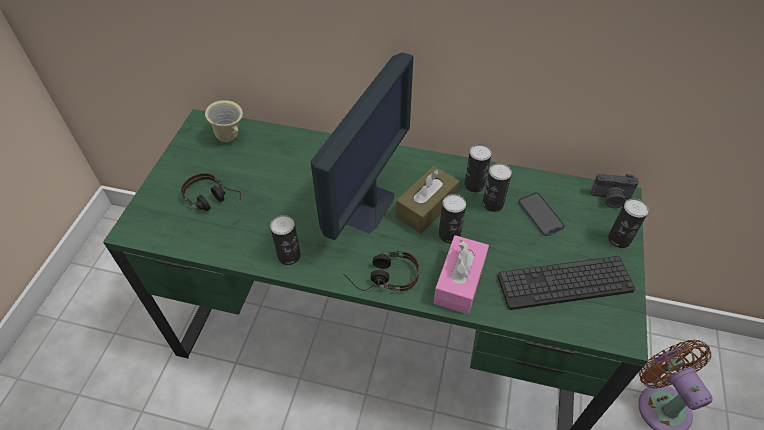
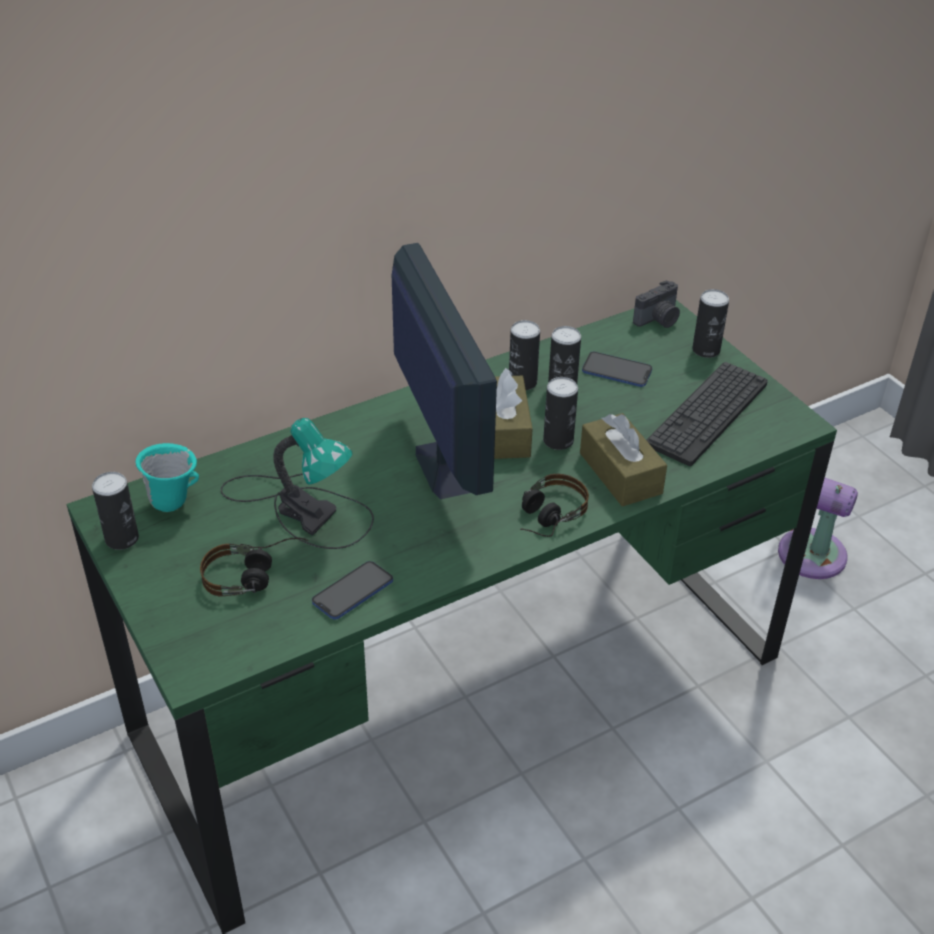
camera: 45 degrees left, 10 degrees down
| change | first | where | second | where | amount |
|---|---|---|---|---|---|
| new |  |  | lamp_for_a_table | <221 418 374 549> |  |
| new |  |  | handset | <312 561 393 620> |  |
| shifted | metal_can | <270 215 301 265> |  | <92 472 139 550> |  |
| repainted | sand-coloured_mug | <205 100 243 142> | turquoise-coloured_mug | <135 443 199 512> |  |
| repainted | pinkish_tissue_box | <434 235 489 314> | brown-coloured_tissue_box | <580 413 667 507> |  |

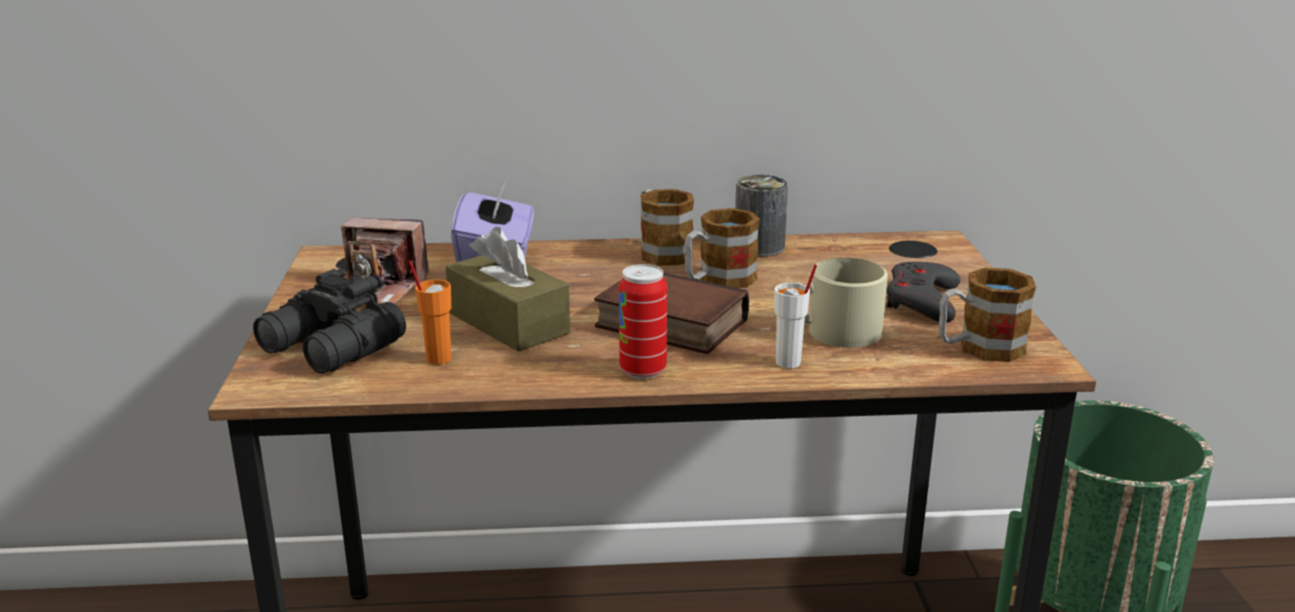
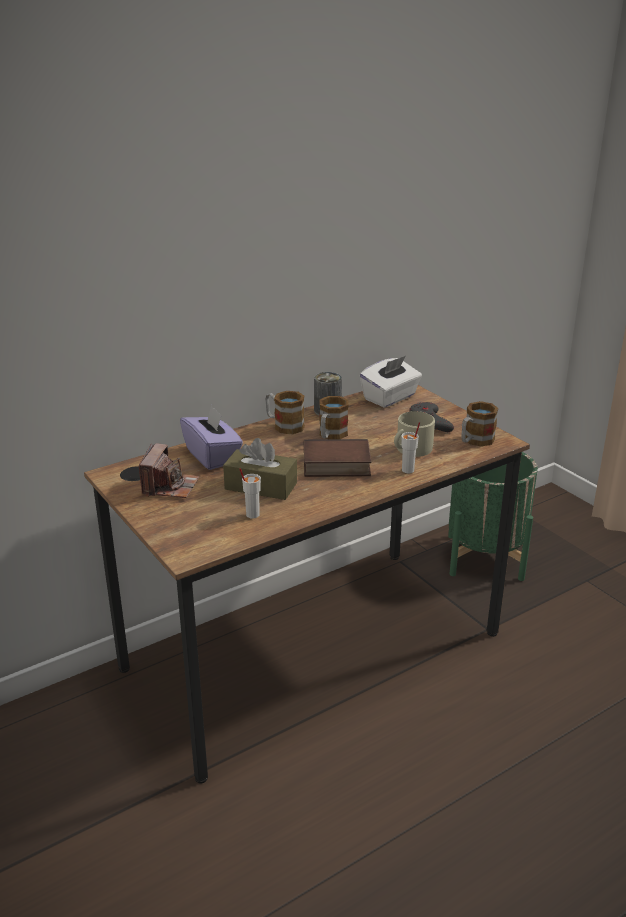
camera: 30 degrees left, 5 degrees up
| change | first | where | second | where | amount |
|---|---|---|---|---|---|
| gone | blackish_binoculars | <253 269 406 374> |  |  |  |
| gone | metal_can | <619 264 667 379> |  |  |  |
| new |  |  | white-coloured_tissue_box | <360 356 422 407> |  |
| repainted | orange-coloured_cup | <408 260 452 365> | white-coloured_cup | <239 468 261 519> |  |
| rotated | photo_camera | <341 218 429 305> |  | <139 443 199 498> | 60 degrees counterclockwise |

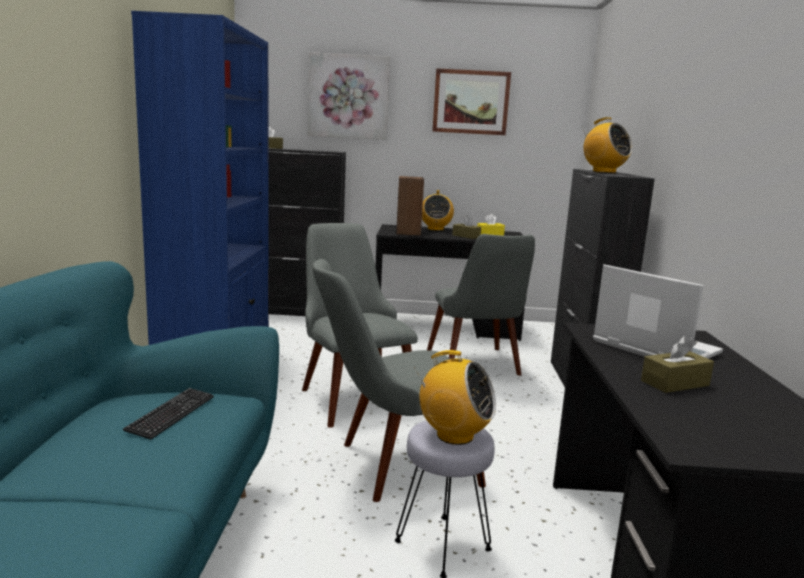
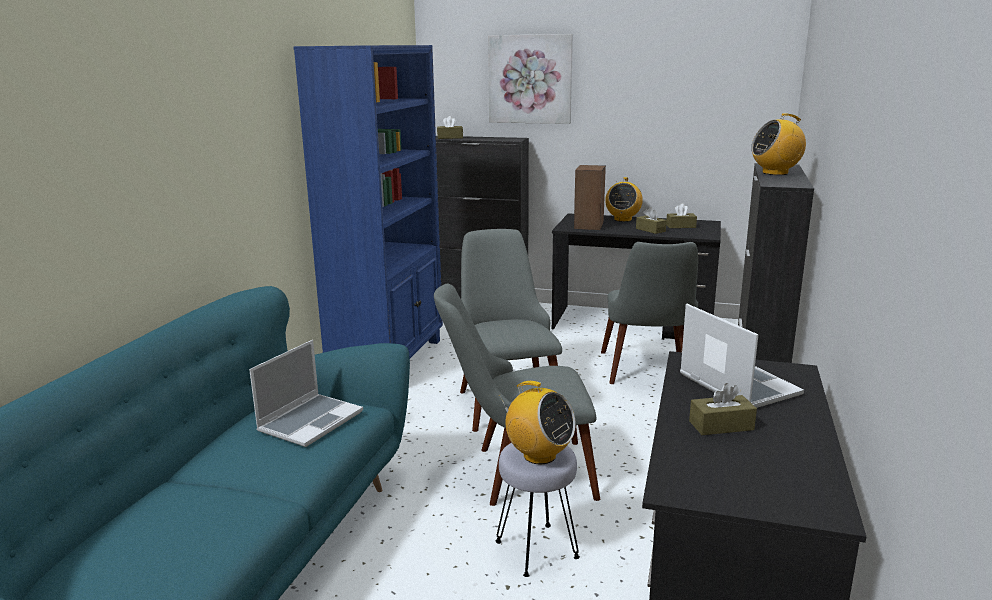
camera: 15 degrees right, 5 degrees up
| change | first | where | second | where | amount |
|---|---|---|---|---|---|
| gone | wall_art | <432 68 511 135> |  |  |  |
| swapped | computer_keyboard | <123 388 214 440> | notebook_computer | <249 340 363 447> |  |
| repainted | yellowish_tissue_box | <477 214 505 236> | brown-coloured_tissue_box | <666 204 697 228> |  |
| rotated | radio_receiver | <581 117 632 173> |  | <751 113 806 175> | 105 degrees clockwise |

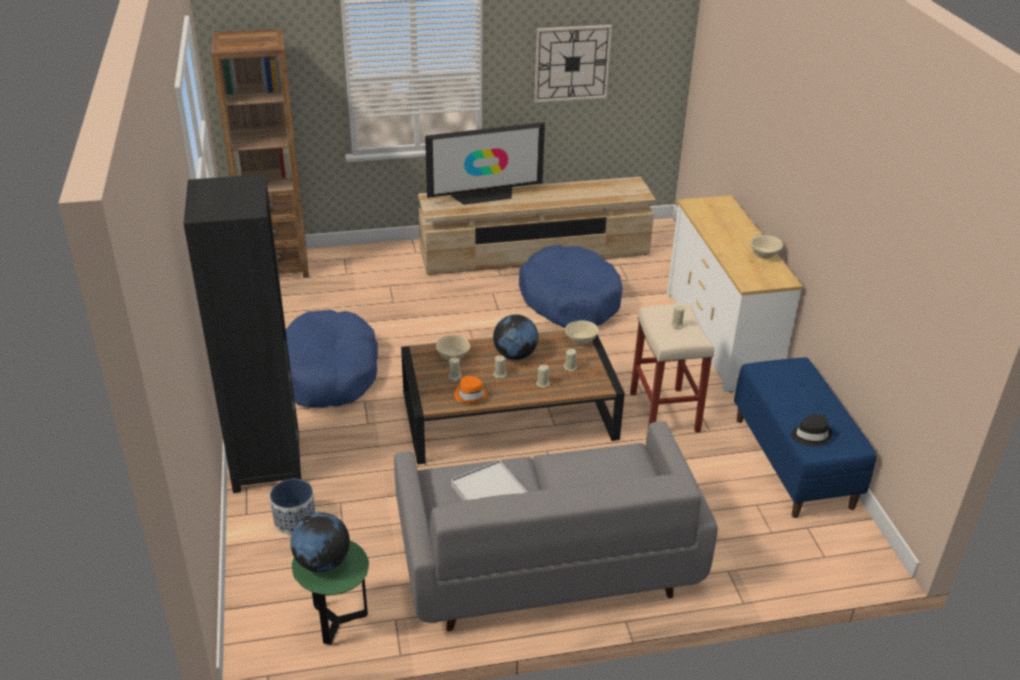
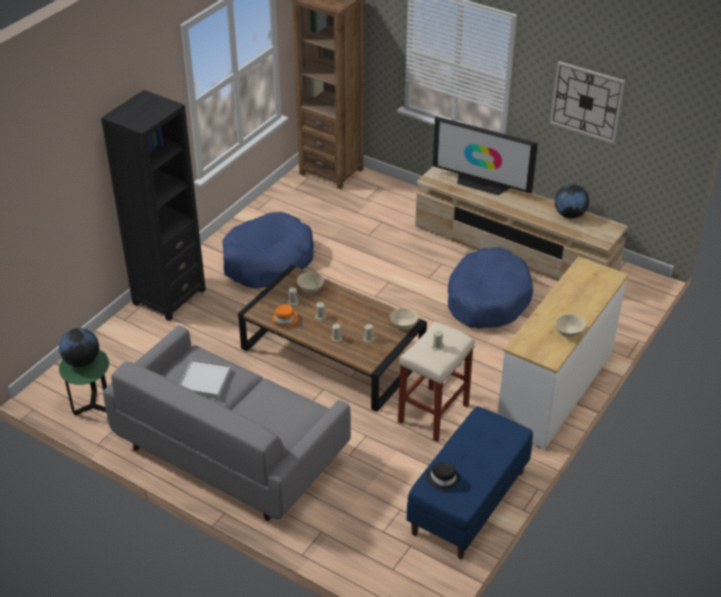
camera: 45 degrees right, 5 degrees up
| change | first | where | second | where | amount |
|---|---|---|---|---|---|
| gone | plant_pot | <270 479 316 535> |  |  |  |
| shifted | world_globe | <493 314 538 360> |  | <555 184 589 218> |  |

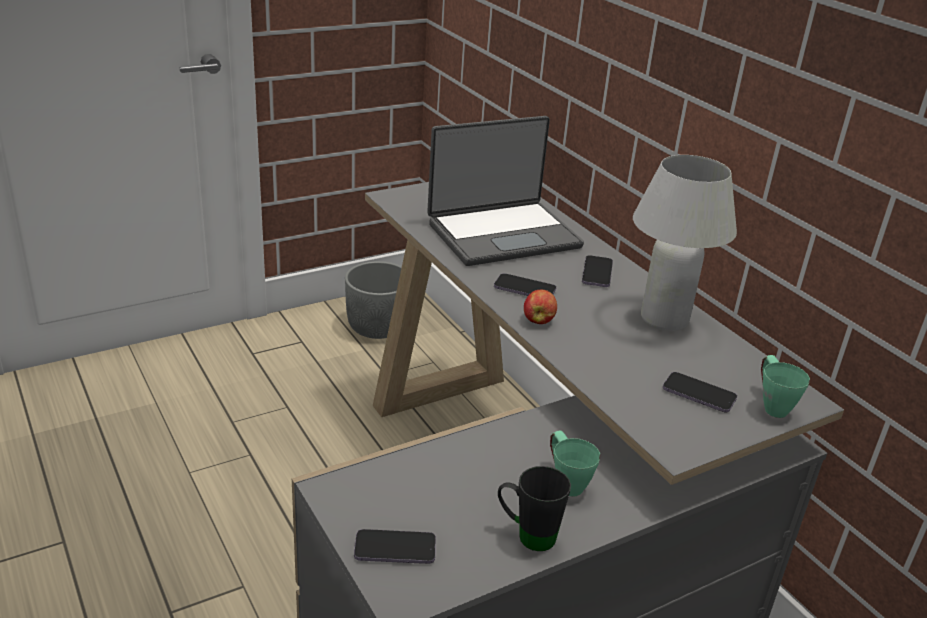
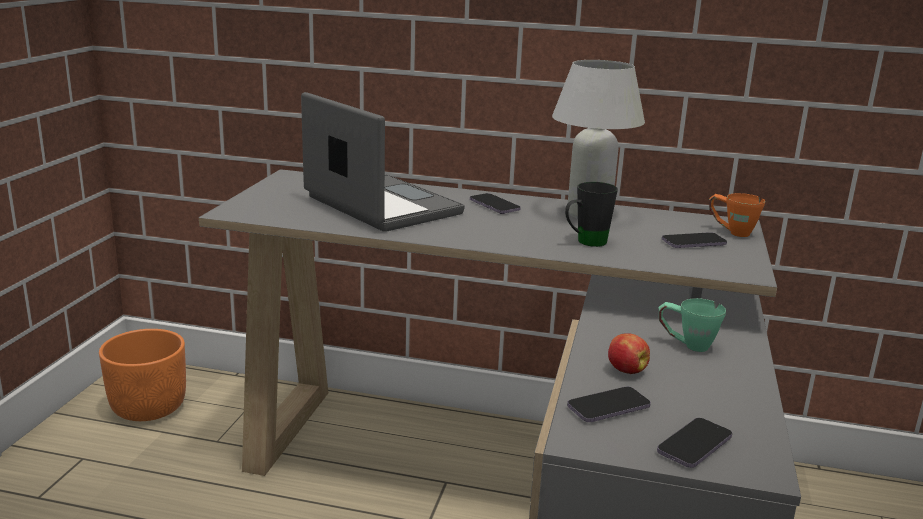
camera: 45 degrees left, 10 degrees down
| change | first | where | second | where | amount |
|---|---|---|---|---|---|
| shifted | handset | <494 273 556 296> |  | <567 386 651 422> |  |
| shifted | blackish_mug | <498 466 571 551> |  | <565 182 618 247> |  |
| shifted | apple | <524 290 557 324> |  | <608 333 650 374> |  |
| repainted | gray_plant_pot | <345 261 402 339> | orange-coloured_plant_pot | <99 329 186 421> |  |
| repainted | greenish_mug | <761 355 810 418> | orange-coloured_mug | <709 193 765 237> |  |
| rotated | notebook_computer | <427 116 584 266> |  | <301 92 465 232> | 60 degrees counterclockwise |

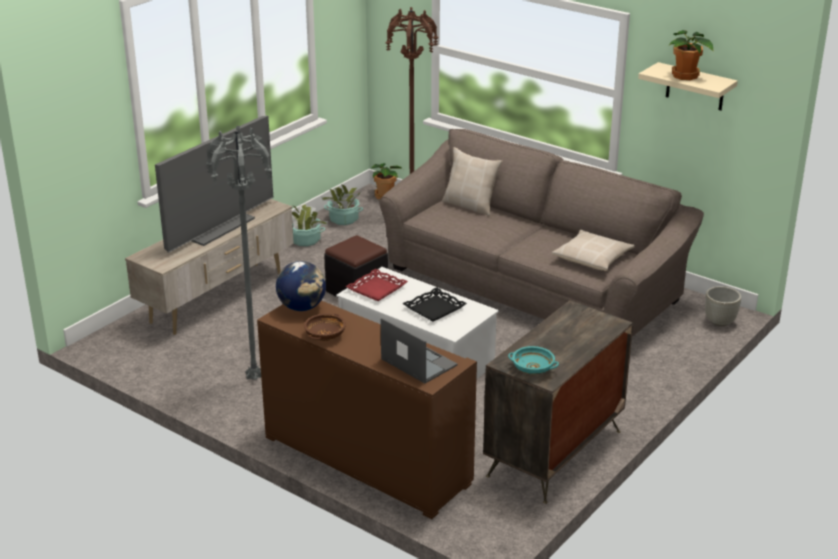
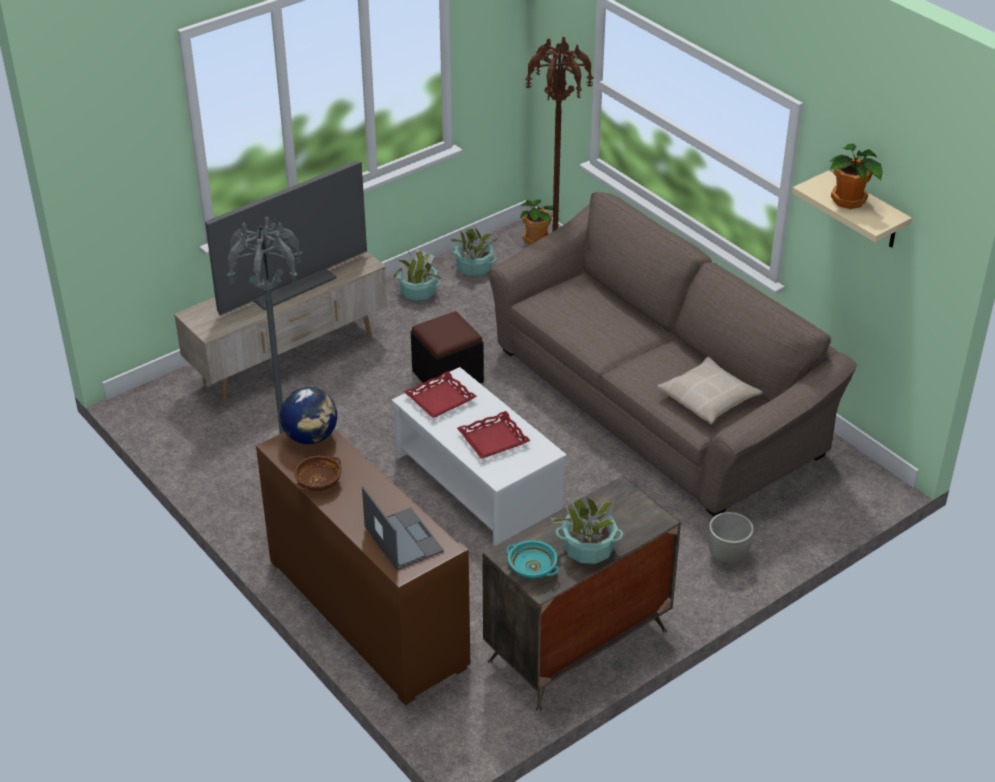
camera: 15 degrees right, 10 degrees up
| change | first | where | second | where | amount |
|---|---|---|---|---|---|
| gone | sand-coloured_throw_pillow | <442 147 502 216> |  |  |  |
| new |  |  | houseplant | <551 497 624 564> |  |
| shifted | gray_plant_pot | <705 286 741 327> |  | <708 512 754 565> |  |
| repainted | blackish_serving_tray | <402 287 467 322> | red_serving_tray | <457 411 531 458> |  |

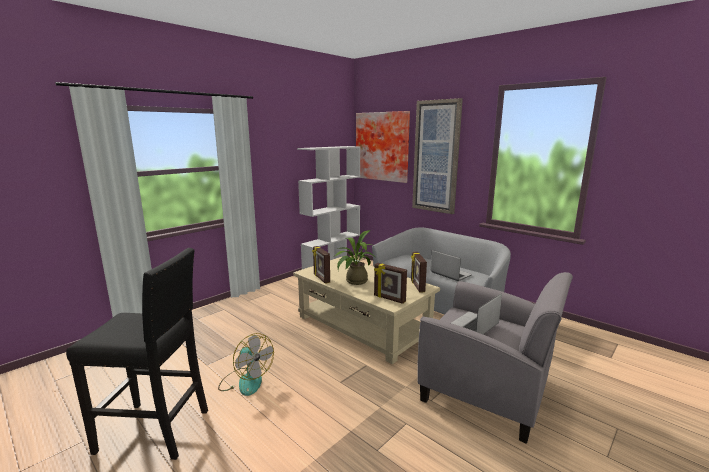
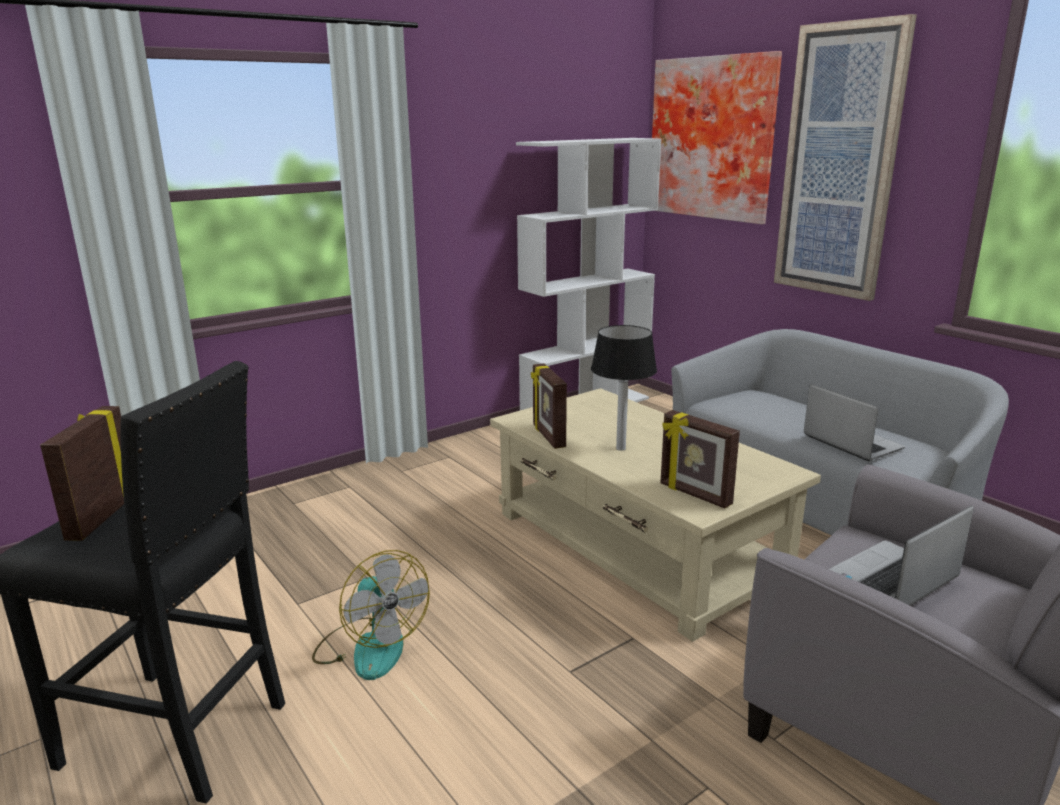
camera: 10 degrees right, 5 degrees up
| change | first | where | second | where | amount |
|---|---|---|---|---|---|
| shifted | photo_frame | <411 252 427 293> |  | <40 406 124 541> |  |
| swapped | houseplant | <335 230 375 285> | lamp_for_a_table | <591 325 657 451> |  |

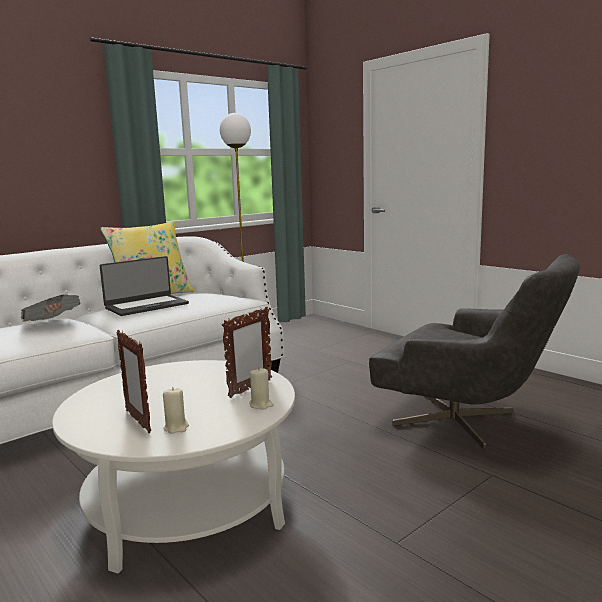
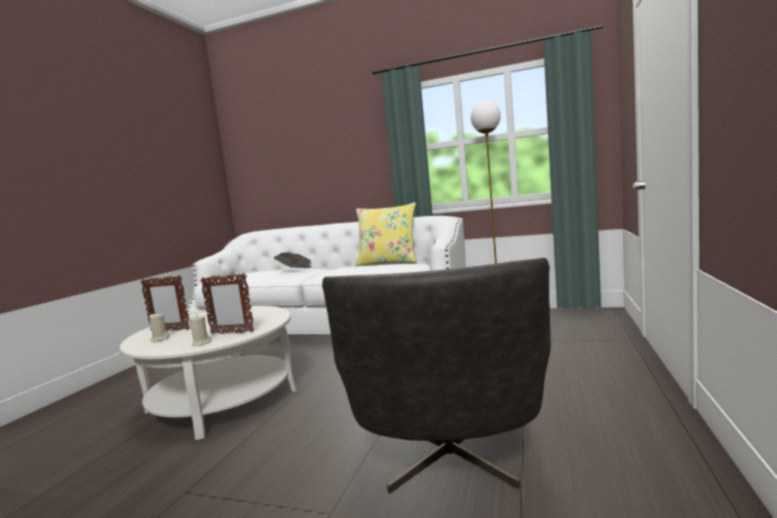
camera: 60 degrees right, 5 degrees down
| change | first | where | second | where | amount |
|---|---|---|---|---|---|
| gone | notebook_computer | <100 256 189 316> |  |  |  |
| rotated | photo_frame | <117 330 151 433> |  | <140 275 190 331> | 105 degrees counterclockwise |

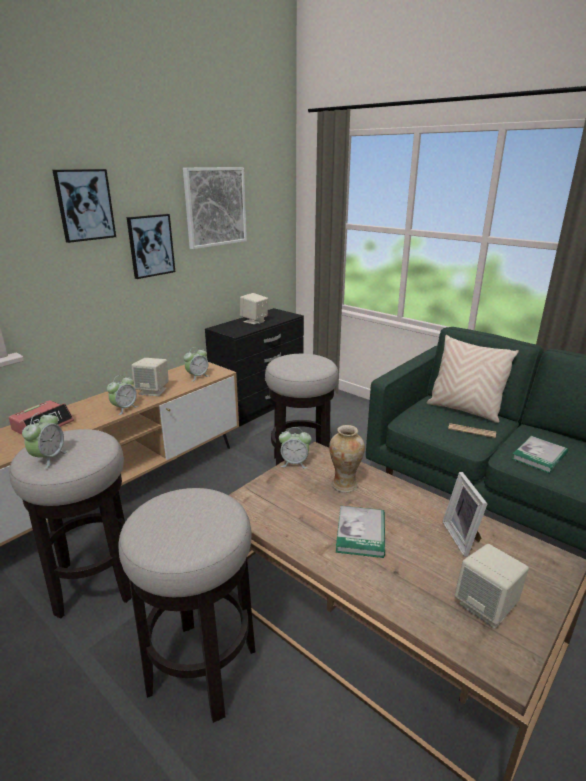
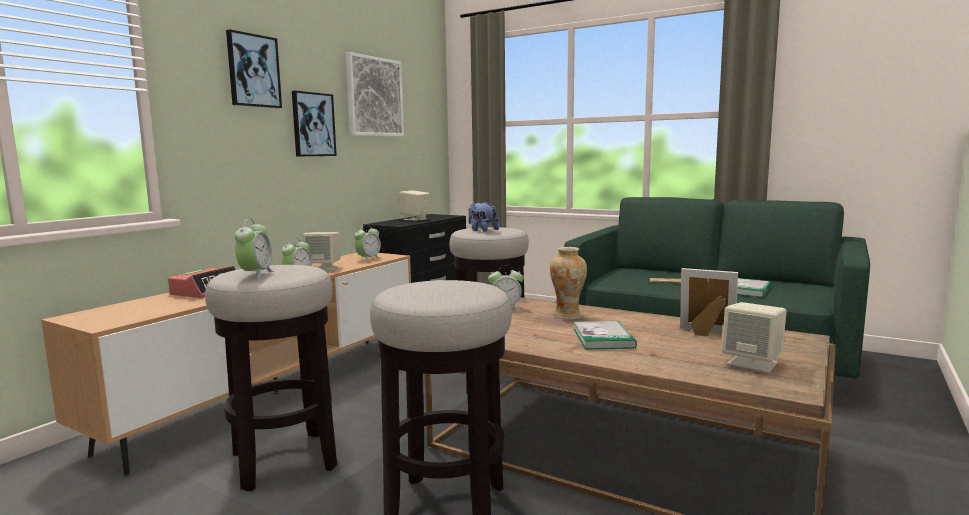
camera: 10 degrees left, 15 degrees down
| change | first | where | second | where | amount |
|---|---|---|---|---|---|
| gone | sand-coloured_throw_pillow | <427 335 519 423> |  |  |  |
| new |  |  | plush_toy | <468 201 499 232> |  |
| rotated | photo_frame | <442 472 487 557> |  | <680 268 738 336> | 135 degrees clockwise |

